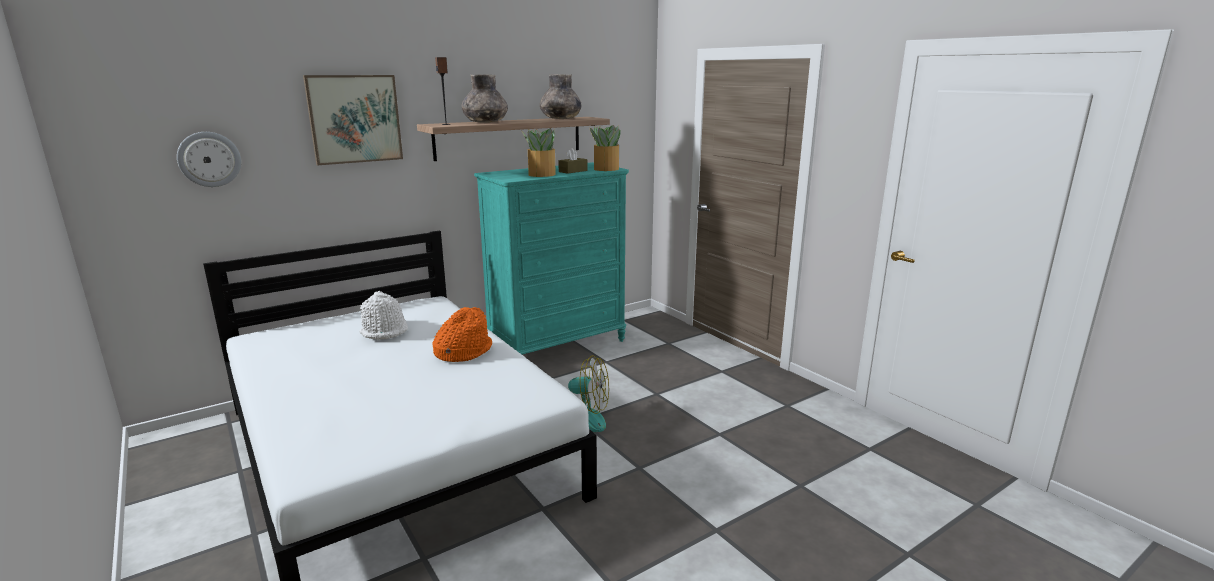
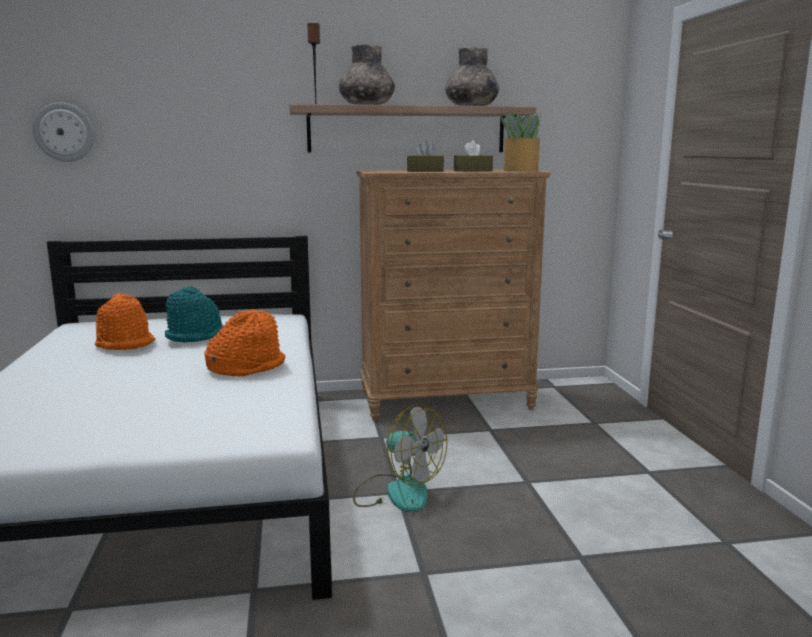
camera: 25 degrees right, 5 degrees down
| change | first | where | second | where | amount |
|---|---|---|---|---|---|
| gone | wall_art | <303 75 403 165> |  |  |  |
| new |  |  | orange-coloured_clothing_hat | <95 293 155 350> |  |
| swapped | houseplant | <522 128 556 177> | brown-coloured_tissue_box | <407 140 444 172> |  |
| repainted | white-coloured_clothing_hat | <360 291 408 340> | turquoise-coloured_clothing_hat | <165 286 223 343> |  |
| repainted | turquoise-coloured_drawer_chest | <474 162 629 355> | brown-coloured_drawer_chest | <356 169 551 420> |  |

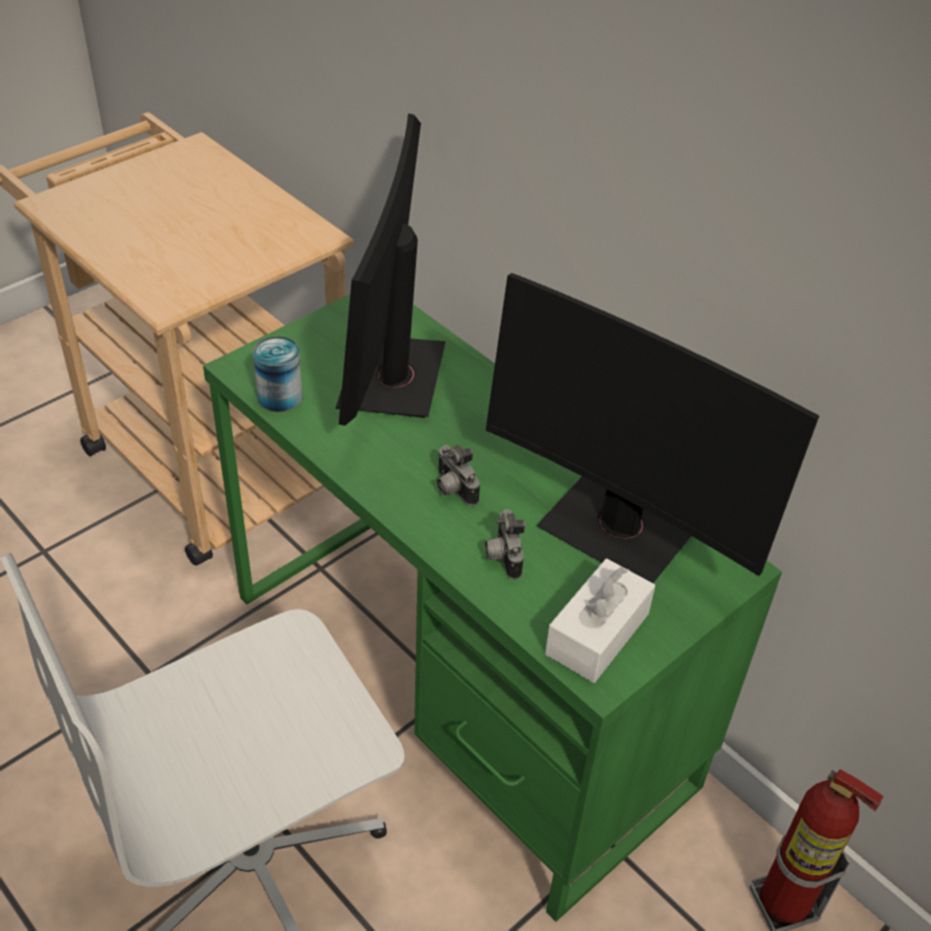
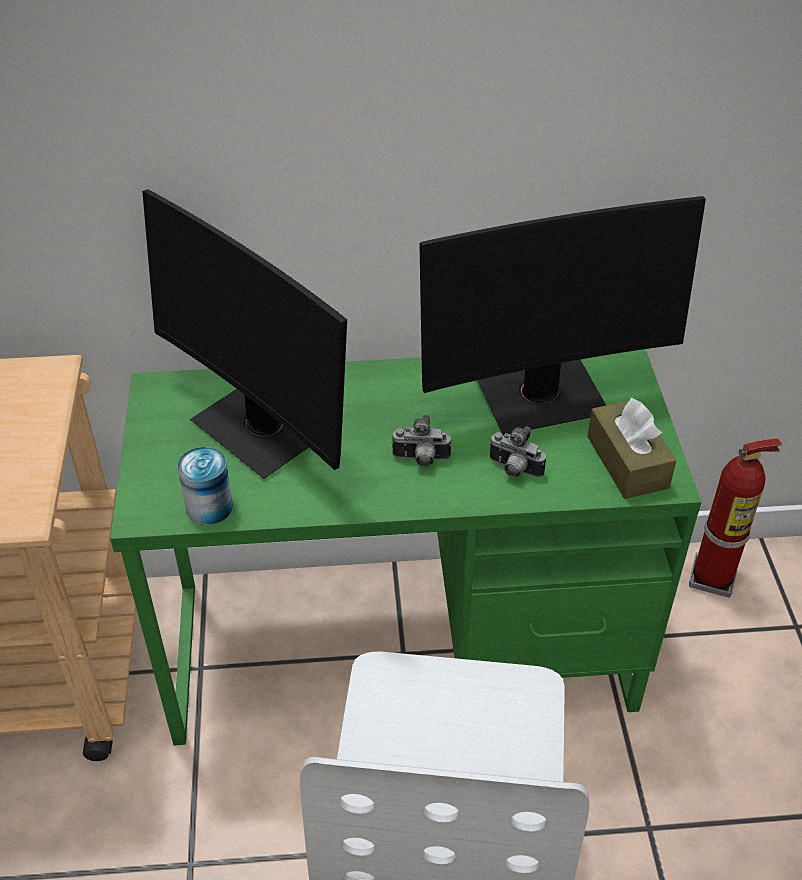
camera: 50 degrees left, 0 degrees up
| change | first | where | second | where | amount |
|---|---|---|---|---|---|
| repainted | white-coloured_tissue_box | <545 559 655 683> | brown-coloured_tissue_box | <587 398 676 499> |  |

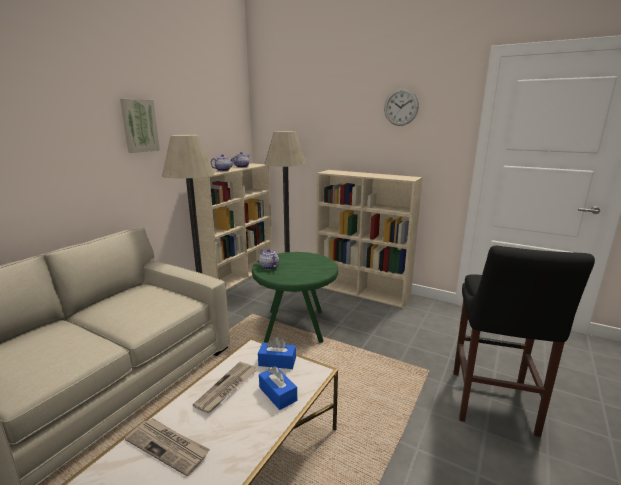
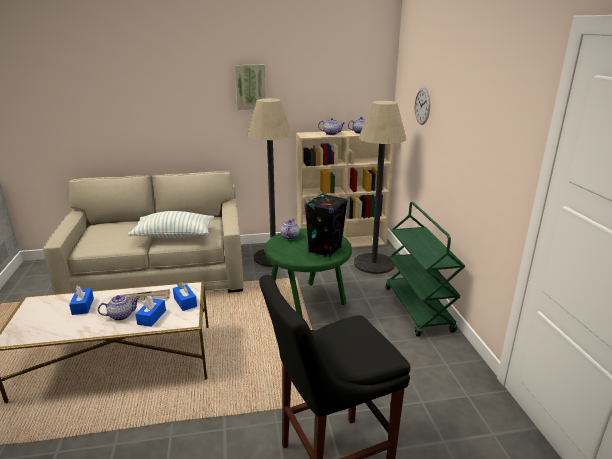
camera: 50 degrees right, 5 degrees up
| change | first | where | second | where | amount |
|---|---|---|---|---|---|
| new |  |  | pot_for_tea | <98 295 139 321> |  |
| new |  |  | throw_pillow | <128 211 214 238> |  |
| new |  |  | blackish_loudspeaker | <305 193 348 258> |  |
| shifted | clock_on_the_wall | <384 89 419 126> |  | <415 87 430 125> |  |
| swapped | newspaper | <125 418 210 476> | blue-coloured_tissue_box | <69 286 94 315> |  |
| swapped | sand-coloured_shelving_unit | <316 170 423 308> | greenish_trolley | <386 202 465 337> |  |

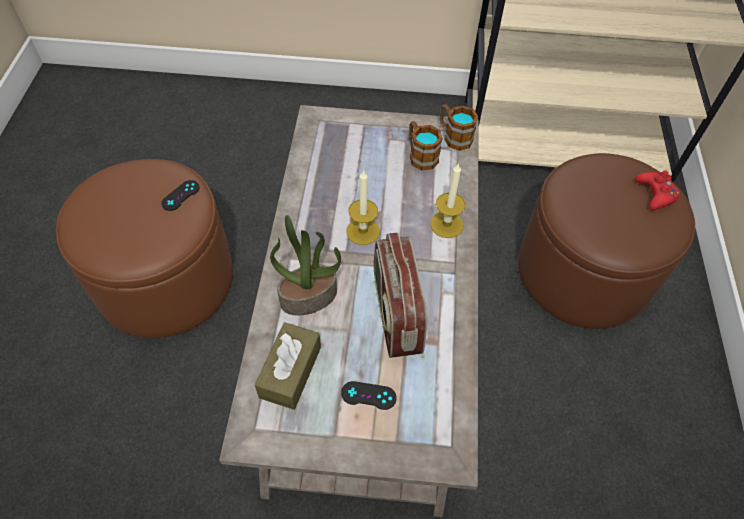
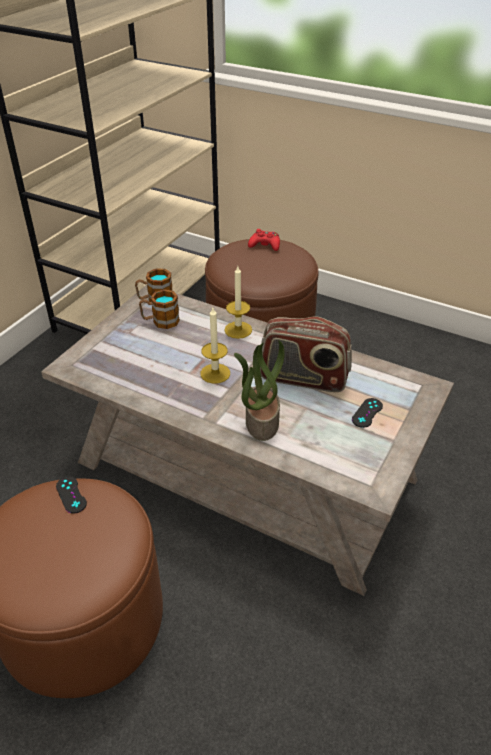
camera: 65 degrees left, 15 degrees down
| change | first | where | second | where | amount |
|---|---|---|---|---|---|
| gone | brown-coloured_tissue_box | <255 322 321 410> |  |  |  |

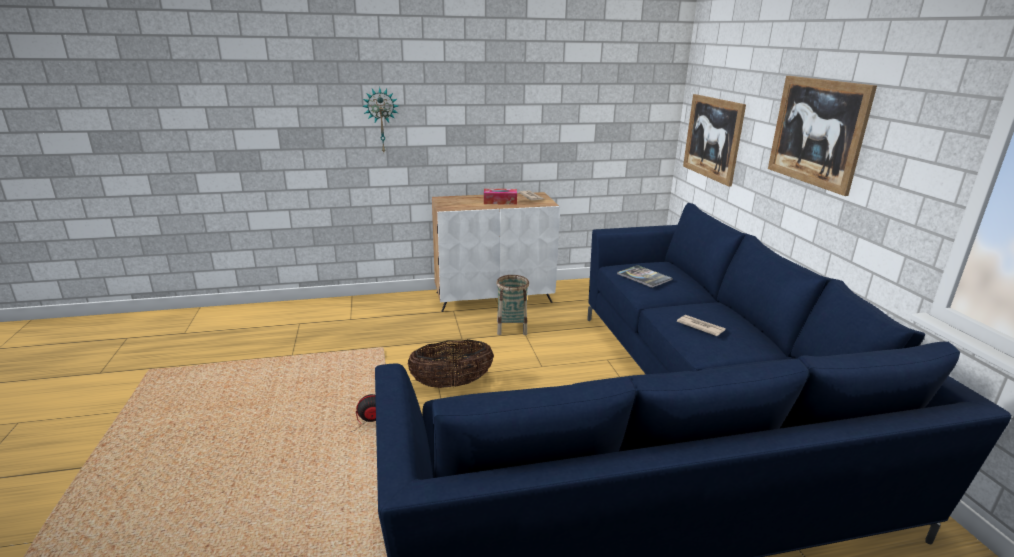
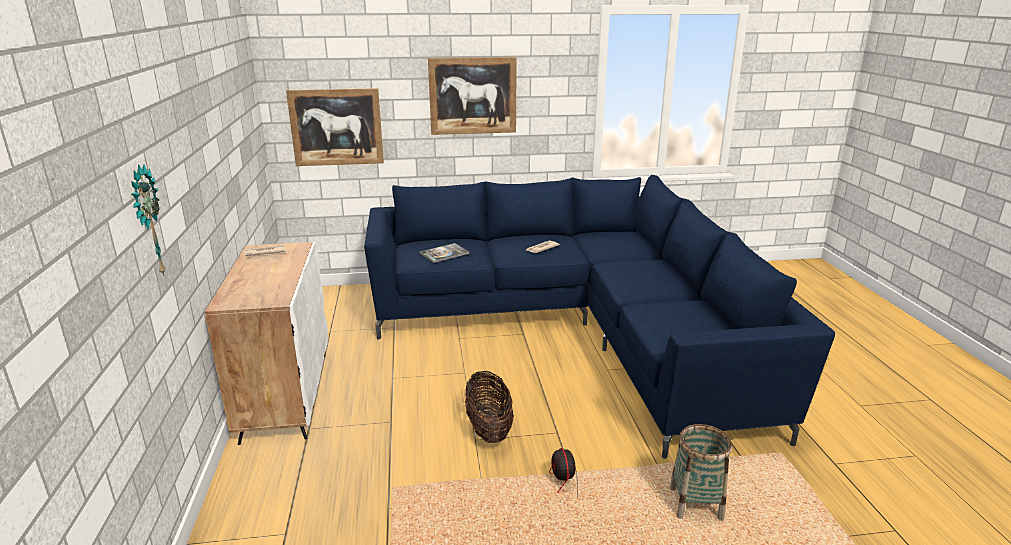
camera: 85 degrees left, 0 degrees up
| change | first | where | second | where | amount |
|---|---|---|---|---|---|
| gone | tissue_box | <484 189 517 205> |  |  |  |
| shifted | basket | <496 275 529 335> |  | <670 424 732 521> |  |

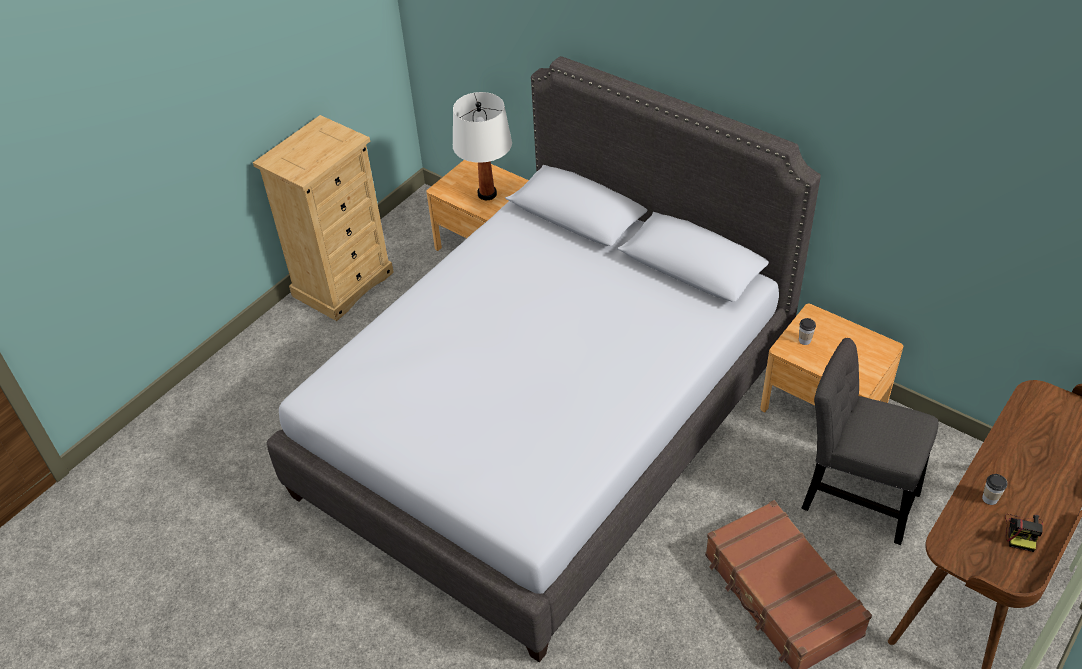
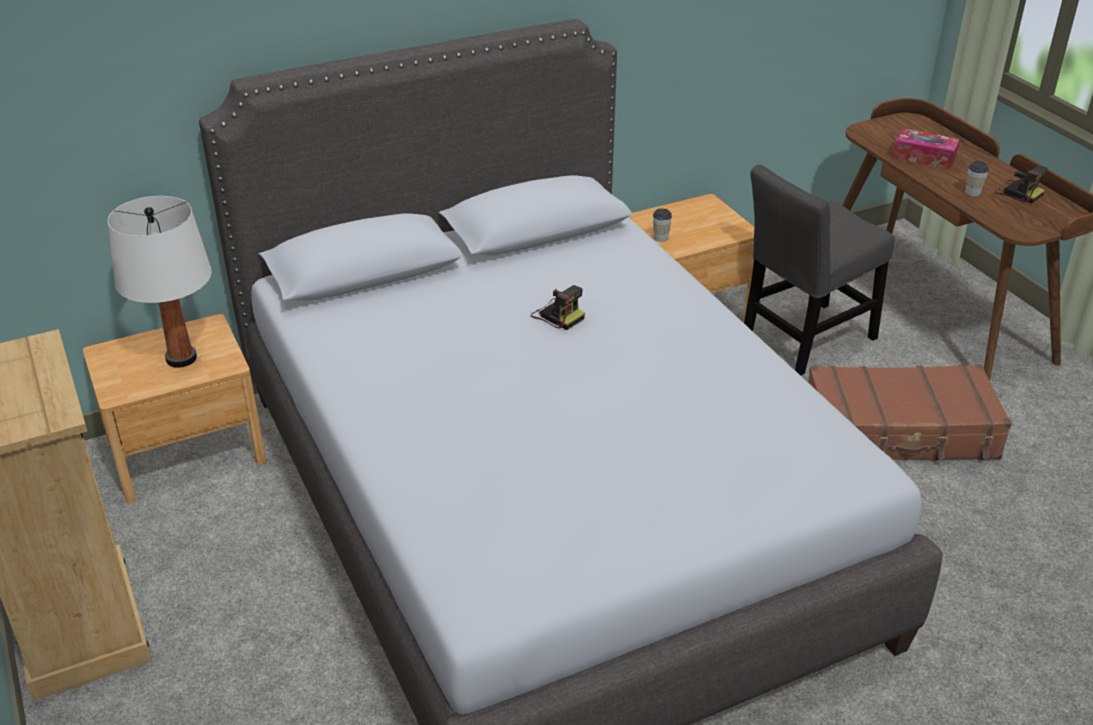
camera: 65 degrees left, 10 degrees down
| change | first | where | second | where | amount |
|---|---|---|---|---|---|
| new |  |  | photo_camera | <531 285 585 330> |  |
| new |  |  | tissue_box | <892 128 960 169> |  |

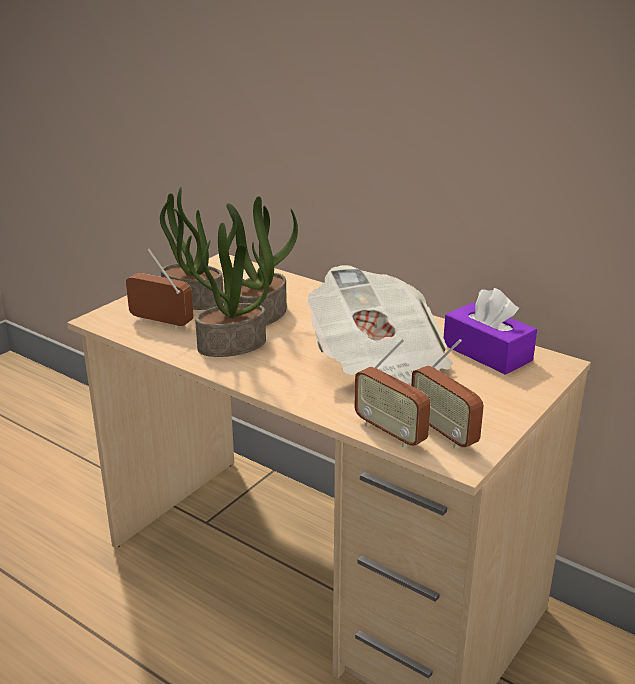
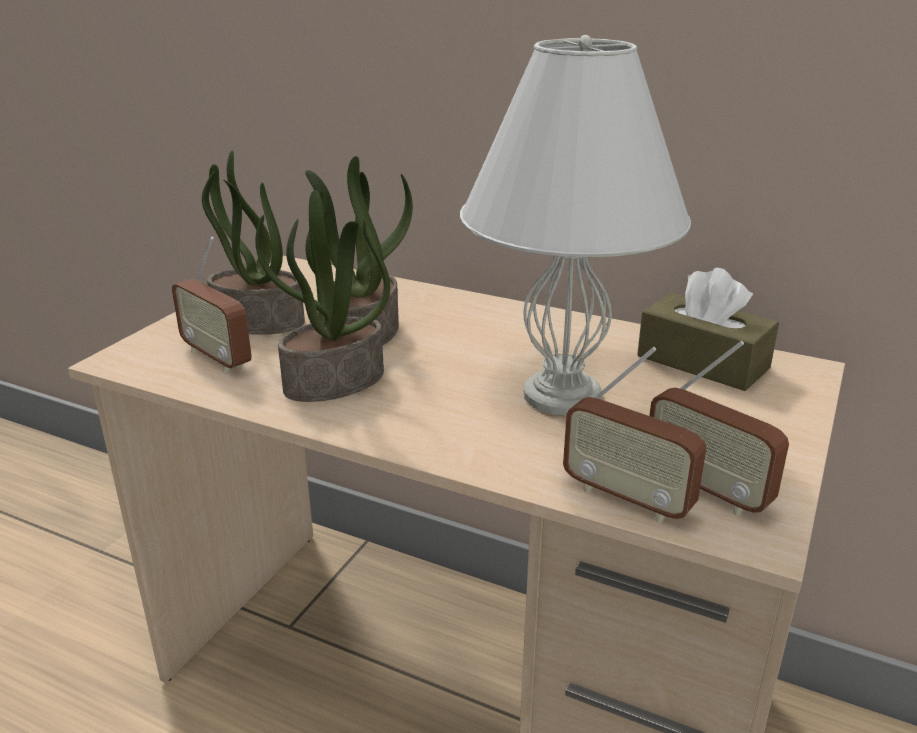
camera: 10 degrees left, 0 degrees up
| change | first | where | second | where | amount |
|---|---|---|---|---|---|
| swapped | newspaper | <307 265 453 385> | white-coloured_lamp_for_a_table | <460 35 691 415> |  |
| repainted | purplish_tissue_box | <444 288 537 375> | brown-coloured_tissue_box | <637 268 779 391> |  |
| rotated | radio_receiver | <126 248 194 330> |  | <172 237 252 373> | 150 degrees counterclockwise |

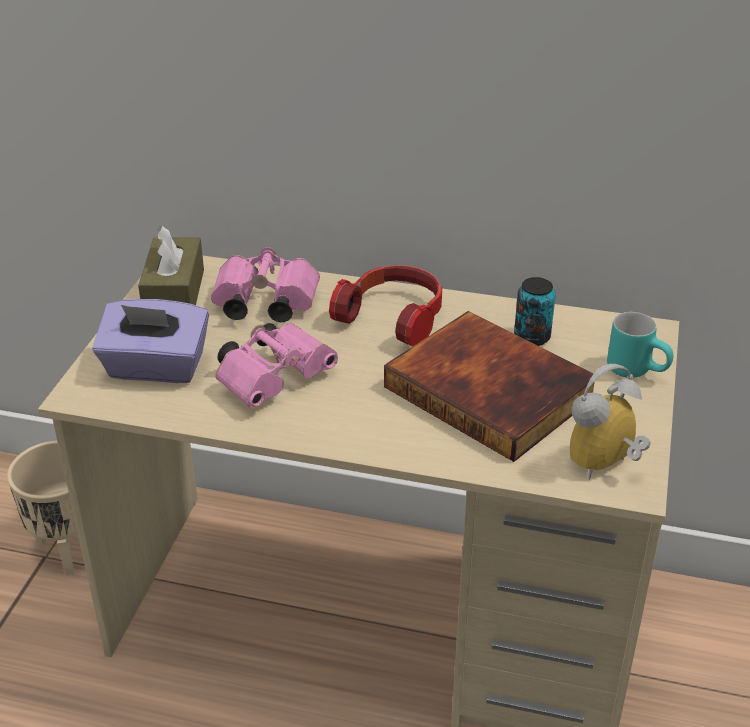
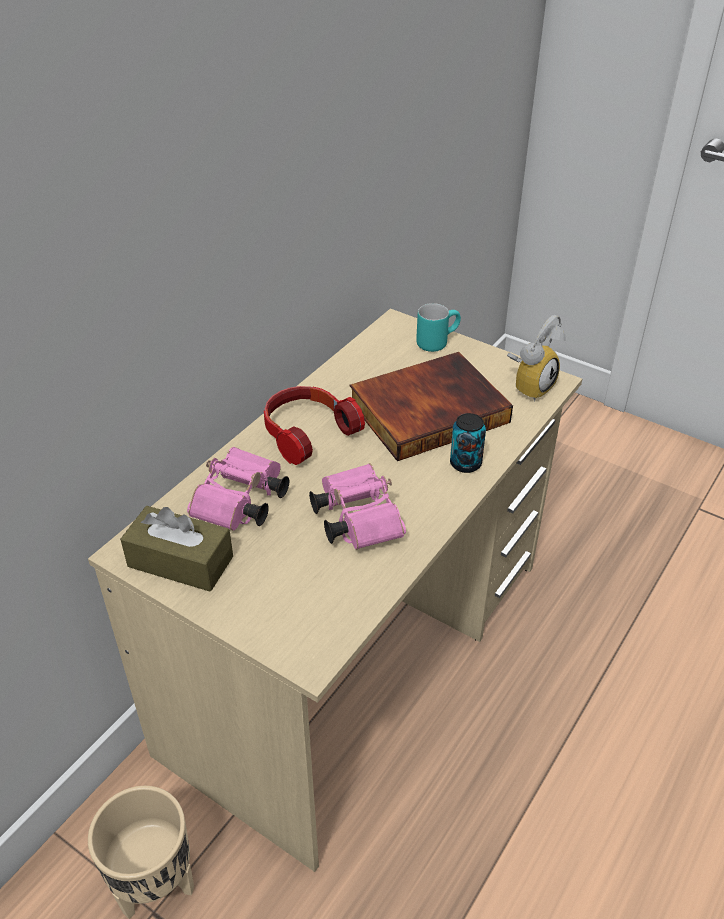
camera: 70 degrees left, 5 degrees up
| change | first | where | second | where | amount |
|---|---|---|---|---|---|
| gone | purplish_tissue_box | <92 299 209 383> |  |  |  |
| shifted | metal_can | <514 277 555 346> |  | <450 413 486 473> |  |
| rotated | bedside_clock | <570 364 651 480> |  | <507 315 566 401> | 120 degrees counterclockwise |

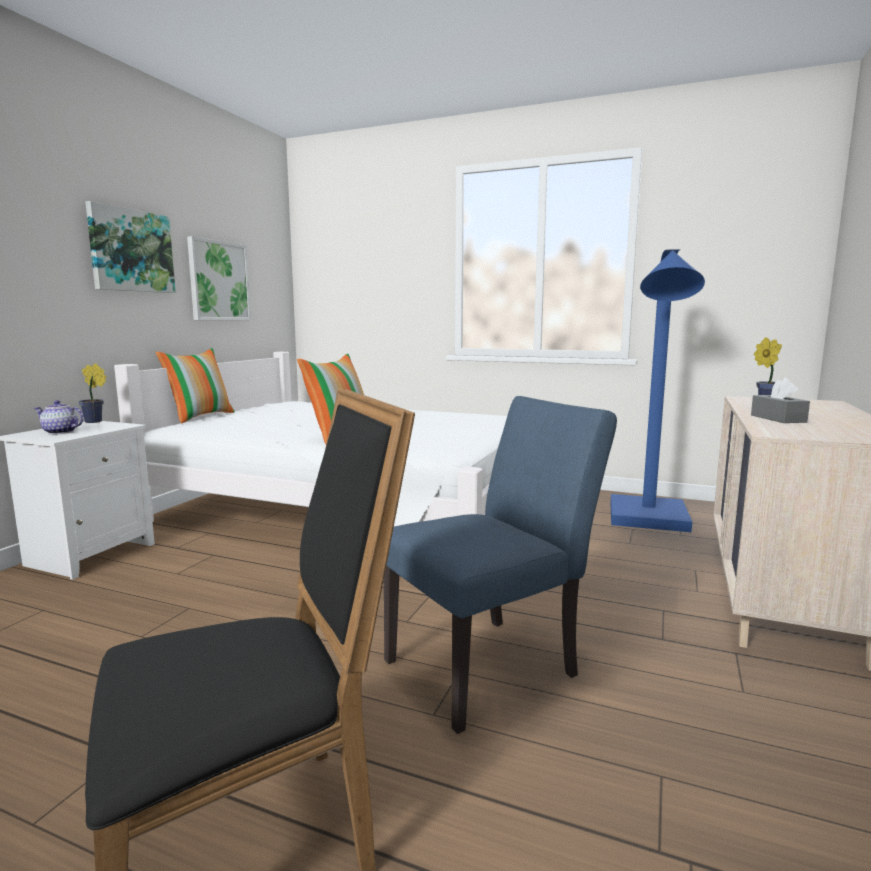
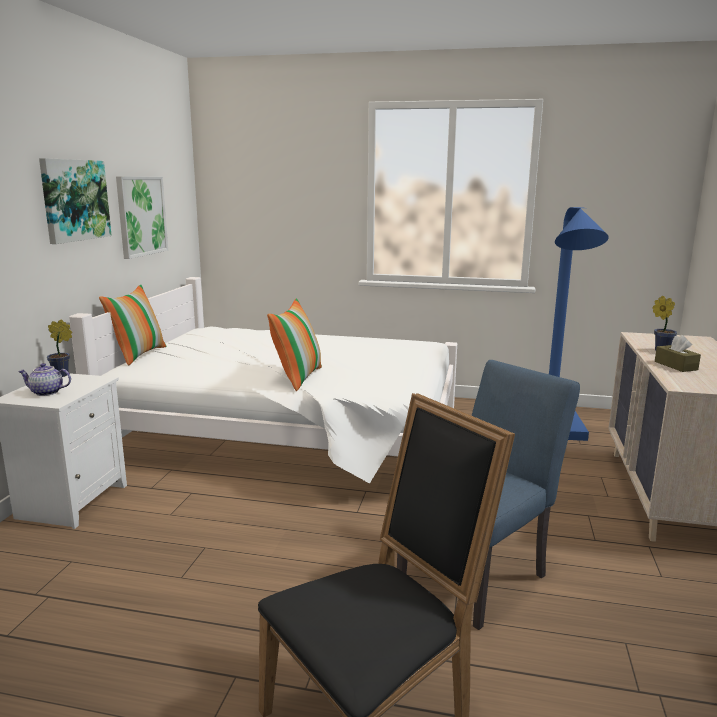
camera: 10 degrees left, 5 degrees up
| change | first | where | second | where | amount |
|---|---|---|---|---|---|
| repainted | gray_tissue_box | <751 378 810 423> | brown-coloured_tissue_box | <655 335 701 372> |  |

